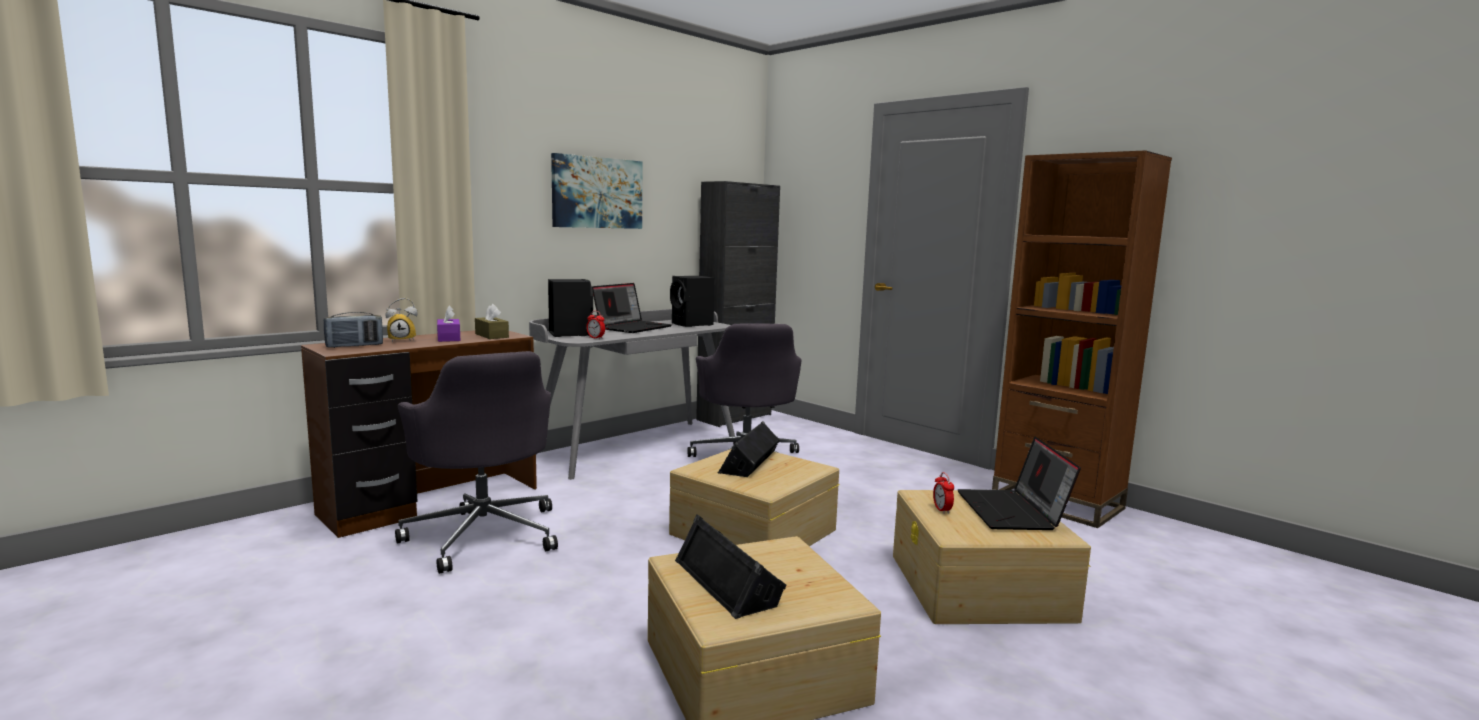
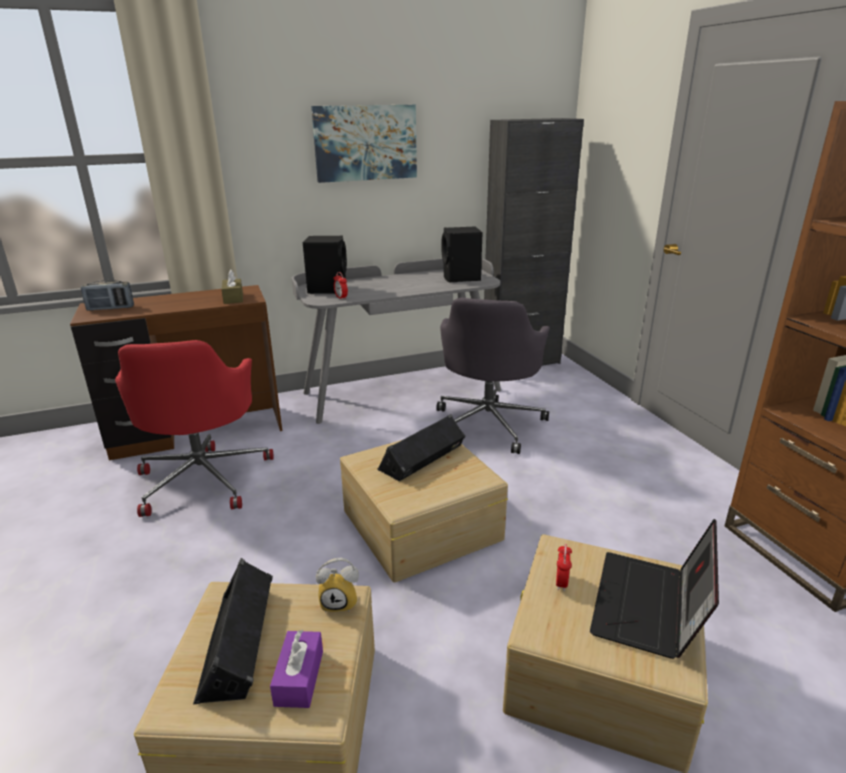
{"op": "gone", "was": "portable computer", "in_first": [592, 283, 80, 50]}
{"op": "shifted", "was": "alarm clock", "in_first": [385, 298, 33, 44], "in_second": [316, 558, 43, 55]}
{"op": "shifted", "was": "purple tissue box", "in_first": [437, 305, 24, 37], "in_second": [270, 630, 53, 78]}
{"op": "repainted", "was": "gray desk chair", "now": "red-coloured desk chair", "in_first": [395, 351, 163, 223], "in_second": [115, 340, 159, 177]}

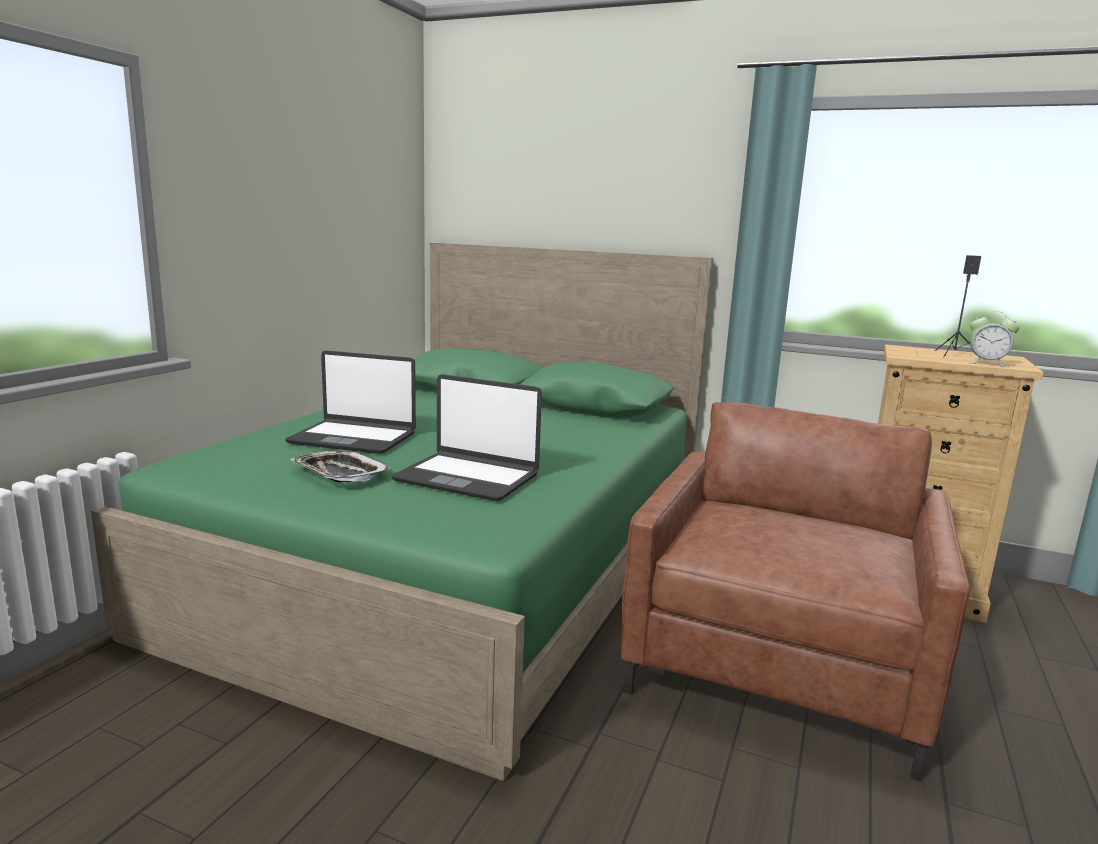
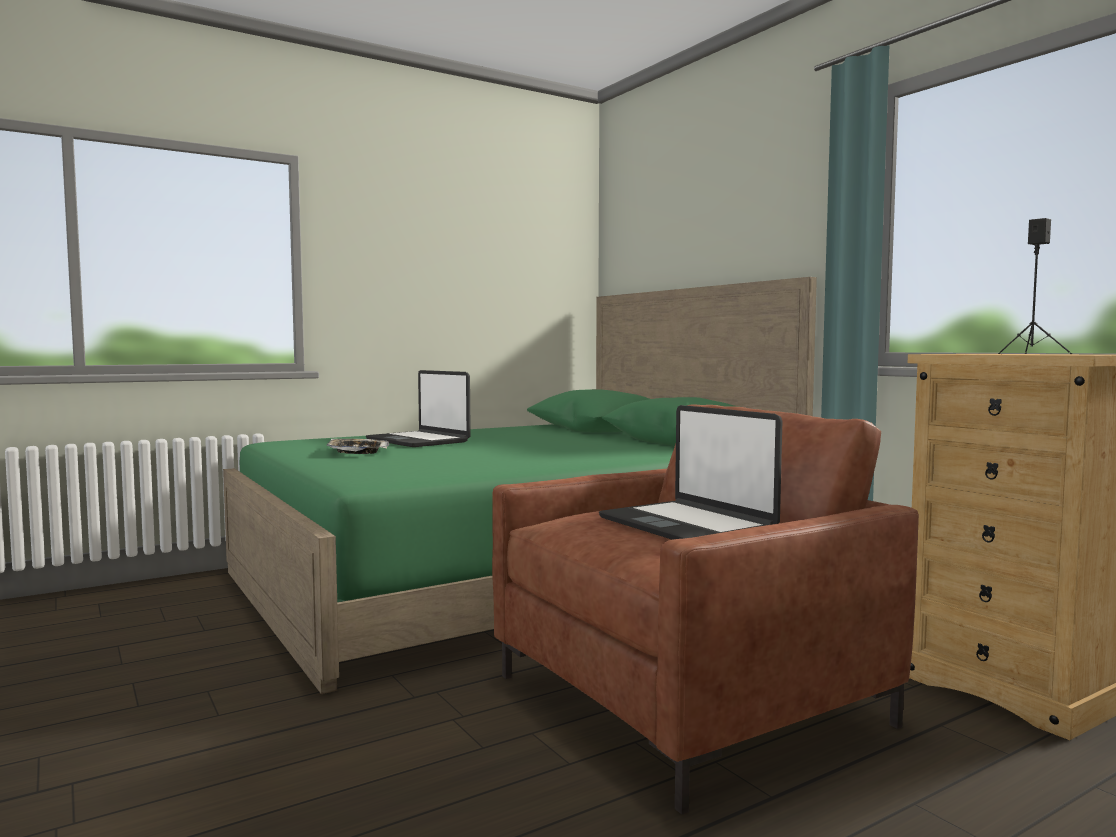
{"op": "gone", "was": "alarm clock", "in_first": [970, 311, 49, 56]}
{"op": "shifted", "was": "portable computer", "in_first": [392, 374, 150, 127], "in_second": [599, 405, 183, 135]}

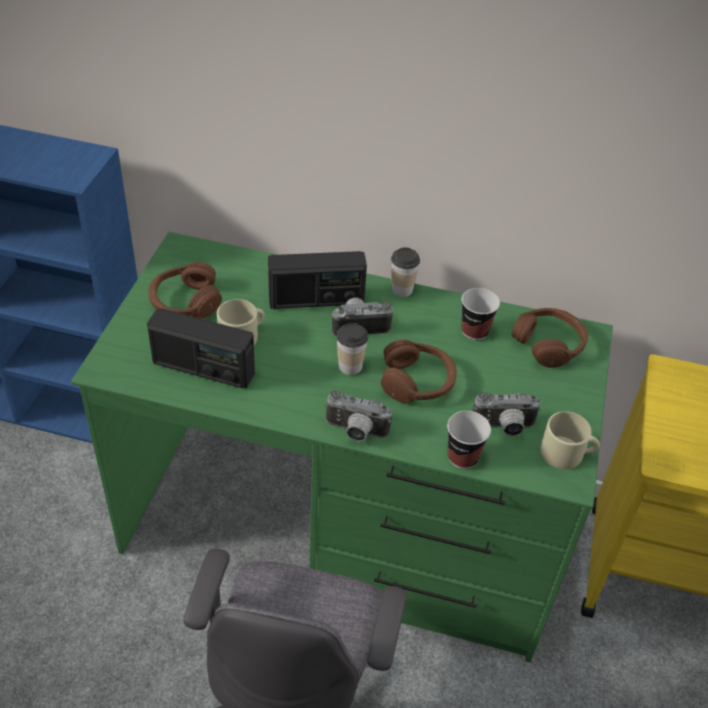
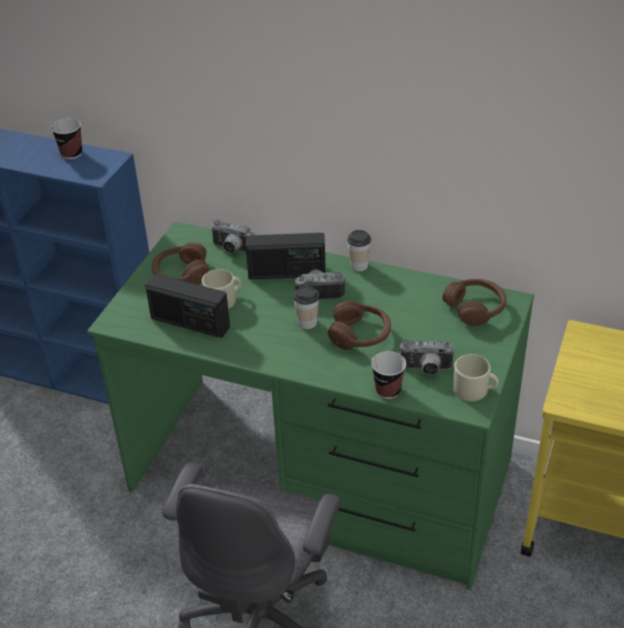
{"op": "shifted", "was": "photo camera", "in_first": [325, 391, 67, 50], "in_second": [210, 220, 45, 33]}
{"op": "shifted", "was": "drinking cup", "in_first": [462, 288, 38, 52], "in_second": [51, 118, 31, 42]}

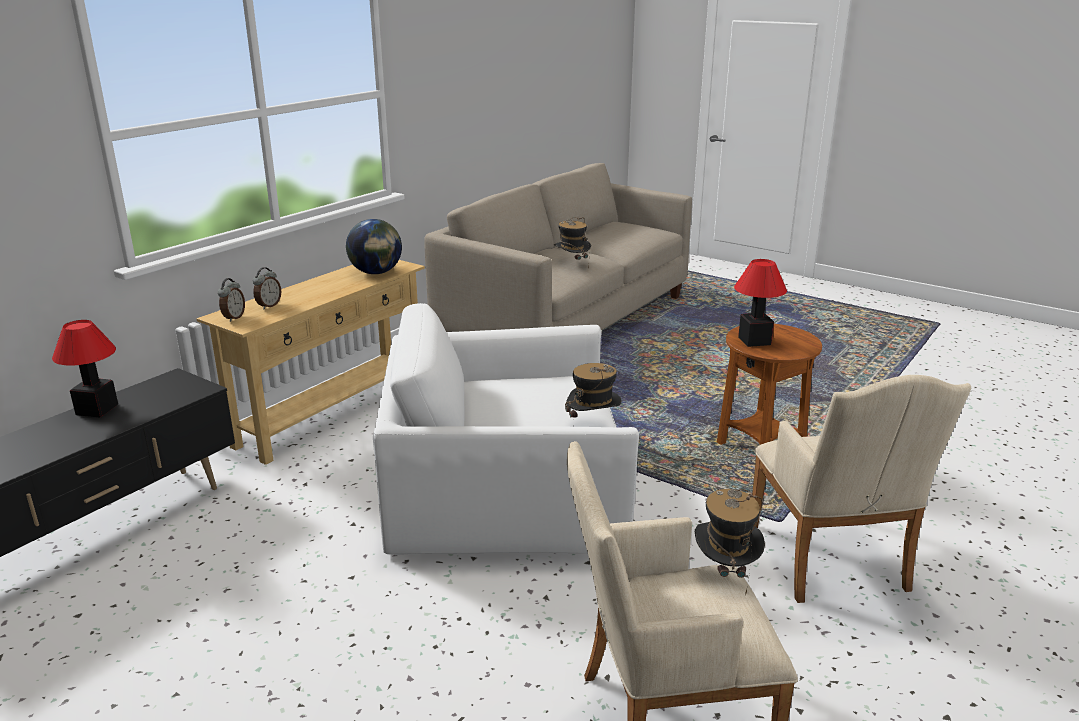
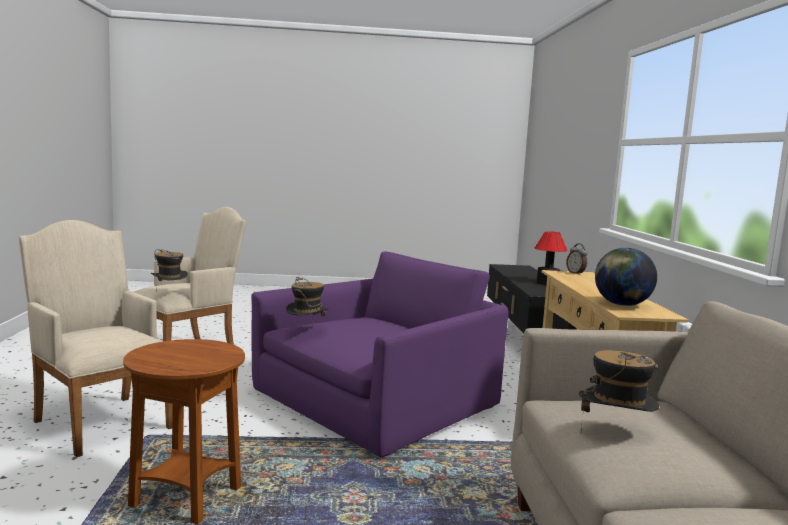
{"op": "gone", "was": "alarm clock", "in_first": [253, 267, 28, 42]}
{"op": "gone", "was": "lamp for a table", "in_first": [734, 259, 53, 88]}
{"op": "repainted", "was": "white easy chair", "now": "purple easy chair", "in_first": [373, 303, 266, 252], "in_second": [251, 251, 258, 206]}

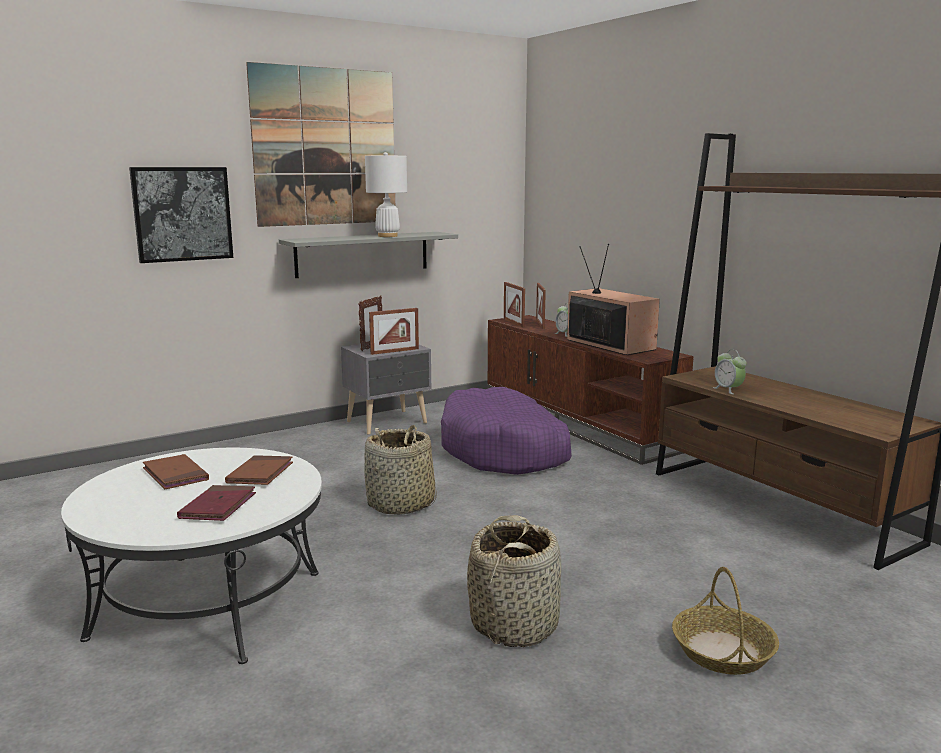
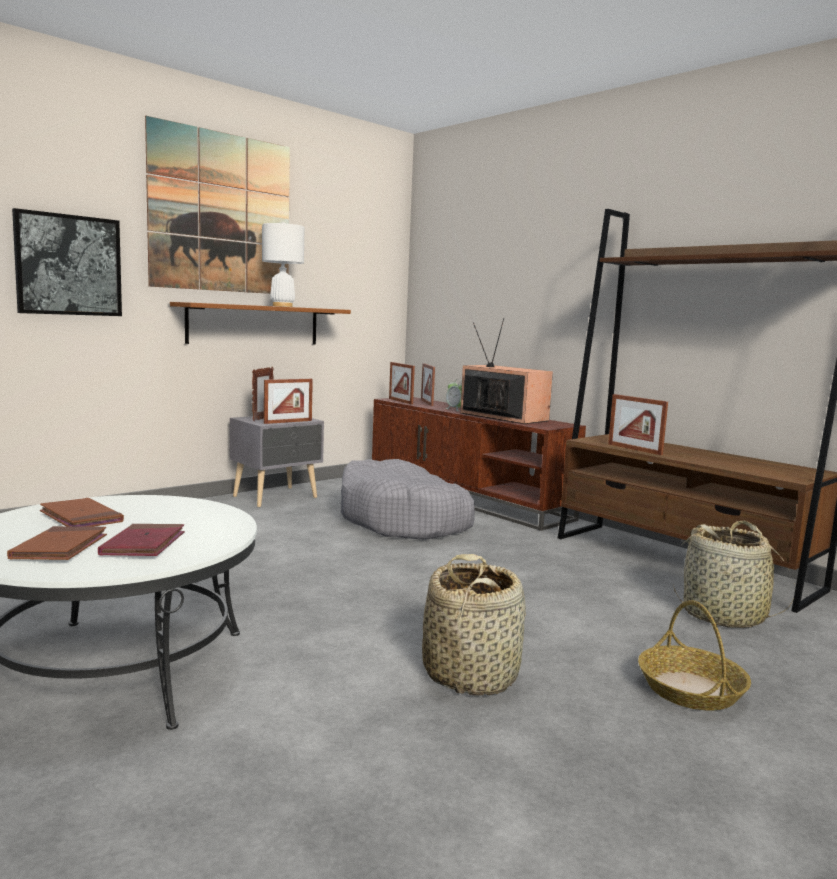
{"op": "shifted", "was": "brownish book", "in_first": [225, 455, 68, 30], "in_second": [7, 526, 100, 34]}
{"op": "shifted", "was": "household basket", "in_first": [364, 425, 73, 90], "in_second": [673, 521, 122, 107]}
{"op": "swapped", "was": "alarm clock", "now": "standing frame", "in_first": [713, 349, 34, 45], "in_second": [608, 394, 60, 61]}
{"op": "repainted", "was": "gray wall shelf", "now": "brownish wall shelf", "in_first": [279, 232, 179, 46], "in_second": [170, 302, 181, 43]}
{"op": "repainted", "was": "purple dog bed", "now": "gray dog bed", "in_first": [441, 387, 131, 88], "in_second": [340, 459, 135, 81]}

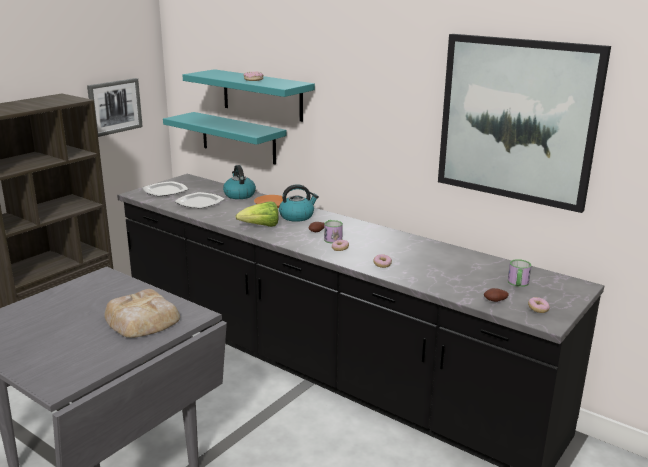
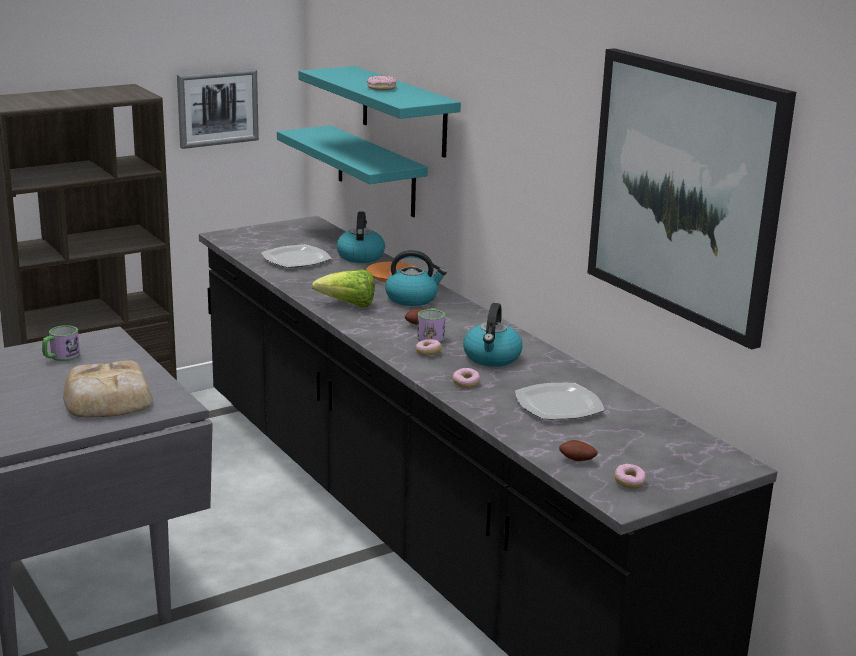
{"op": "new", "now": "tea kettle", "in_second": [463, 303, 59, 64]}
{"op": "shifted", "was": "dinner plate", "in_first": [143, 181, 45, 15], "in_second": [515, 383, 90, 36]}
{"op": "shifted", "was": "mug", "in_first": [508, 259, 24, 28], "in_second": [42, 325, 38, 36]}

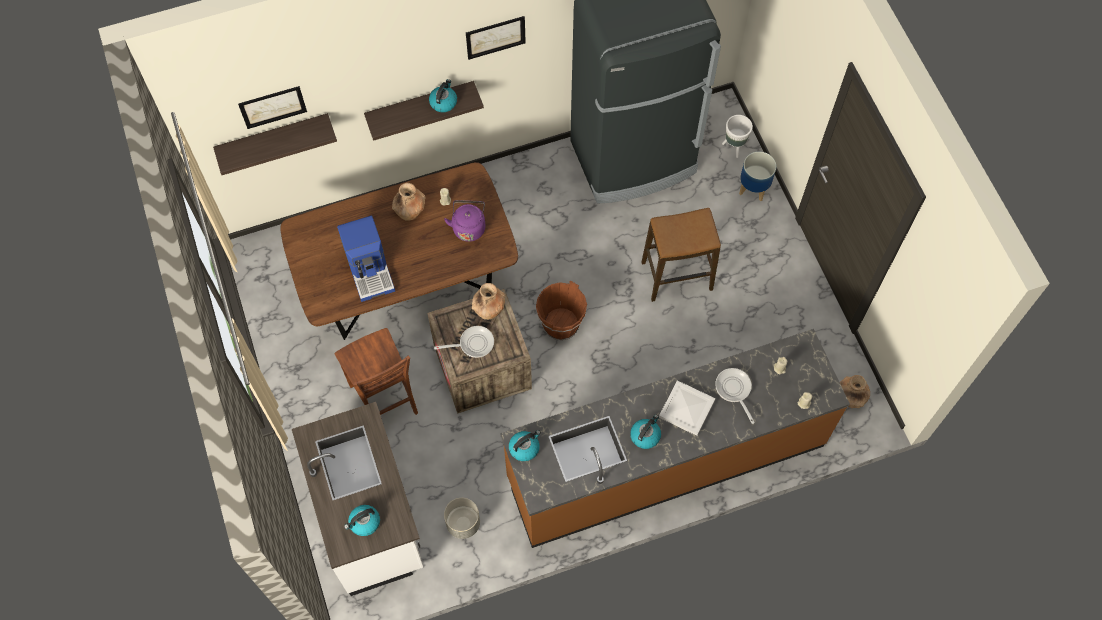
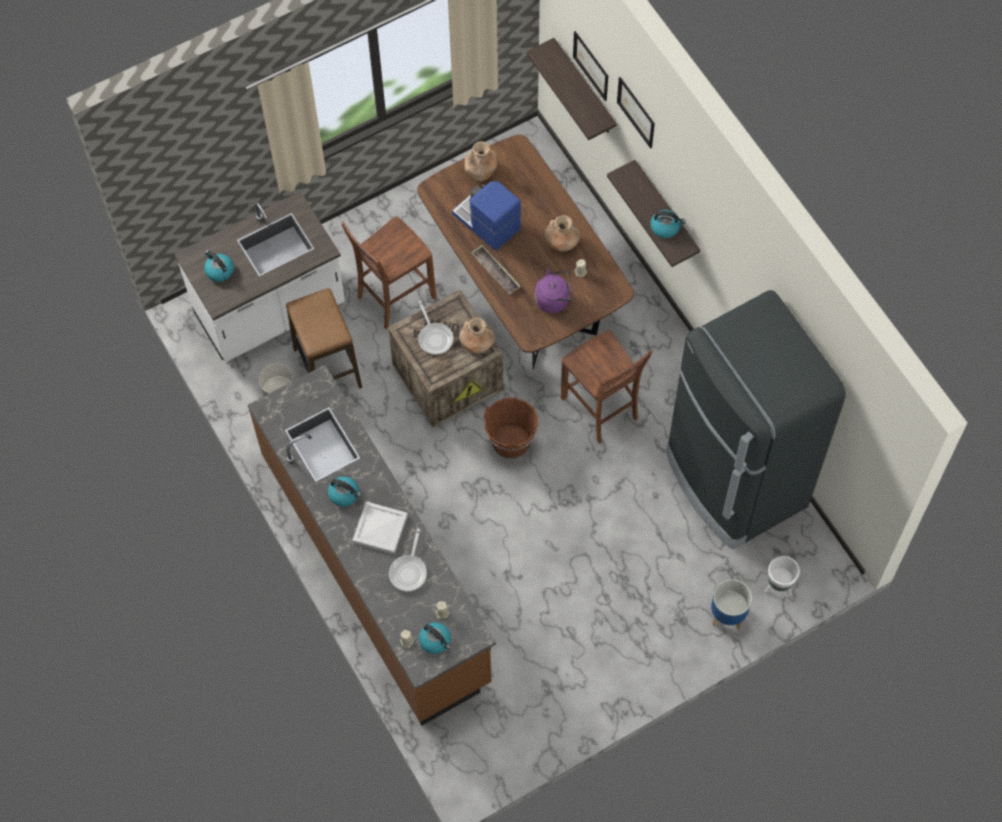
{"op": "new", "now": "tray", "in_second": [471, 245, 50, 49]}
{"op": "new", "now": "brownish upright chair", "in_second": [561, 330, 92, 113]}
{"op": "shifted", "was": "picture", "in_first": [466, 16, 60, 44], "in_second": [617, 77, 38, 72]}
{"op": "shifted", "was": "tea kettle", "in_first": [509, 430, 32, 31], "in_second": [419, 622, 32, 32]}
{"op": "shifted", "was": "stool seat", "in_first": [642, 208, 79, 94], "in_second": [286, 288, 76, 101]}
{"op": "shifted", "was": "brownish vase", "in_first": [840, 375, 30, 33], "in_second": [465, 141, 32, 40]}
{"op": "rotated", "was": "coffee maker", "in_first": [337, 216, 58, 86], "in_second": [452, 181, 69, 70], "clockwise": 75}
{"op": "rotated", "was": "frying pan", "in_first": [715, 368, 40, 56], "in_second": [389, 528, 38, 64], "clockwise": 135}

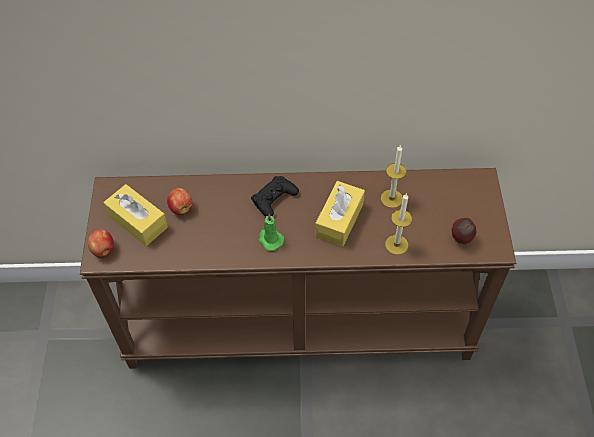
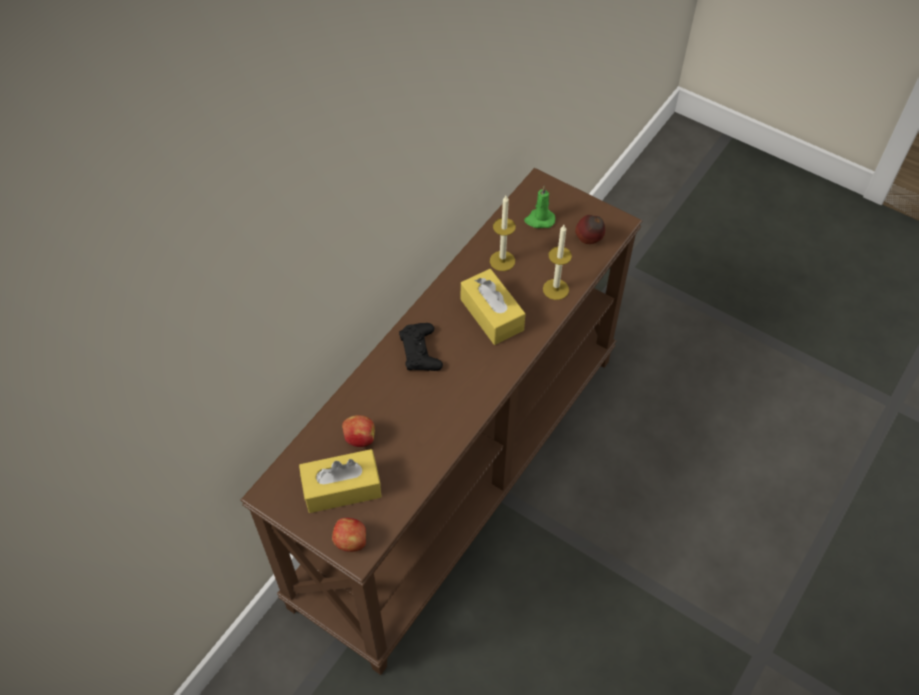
{"op": "shifted", "was": "green wax light", "in_first": [259, 214, 25, 37], "in_second": [524, 186, 31, 42]}

